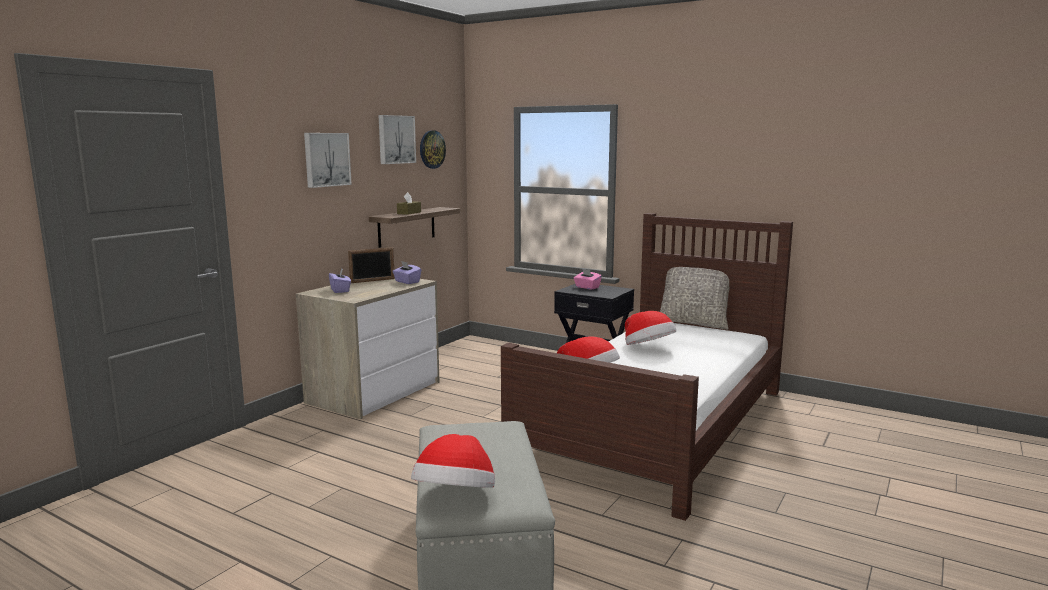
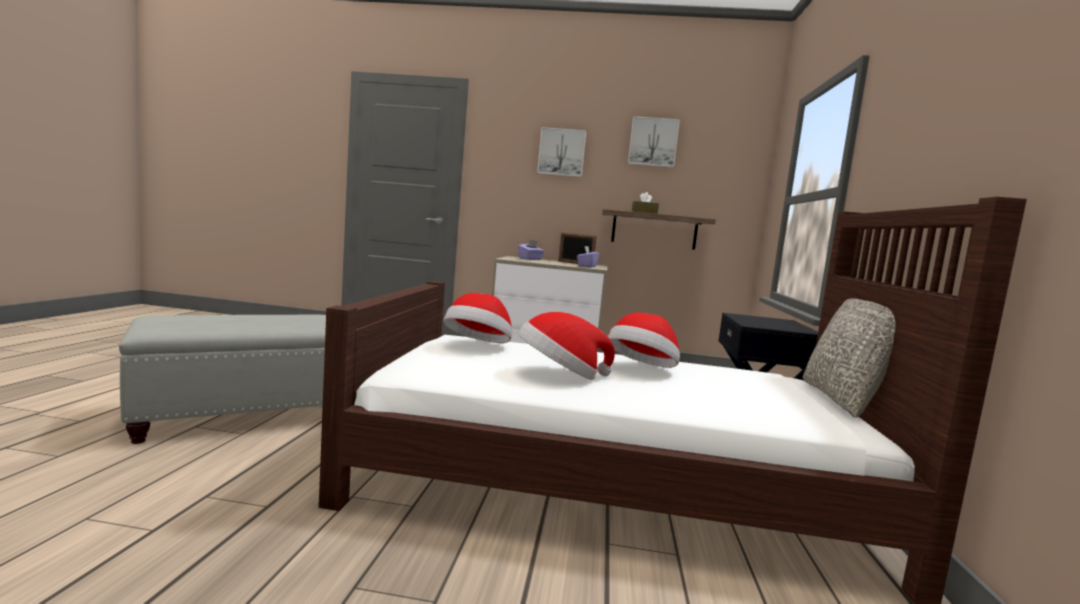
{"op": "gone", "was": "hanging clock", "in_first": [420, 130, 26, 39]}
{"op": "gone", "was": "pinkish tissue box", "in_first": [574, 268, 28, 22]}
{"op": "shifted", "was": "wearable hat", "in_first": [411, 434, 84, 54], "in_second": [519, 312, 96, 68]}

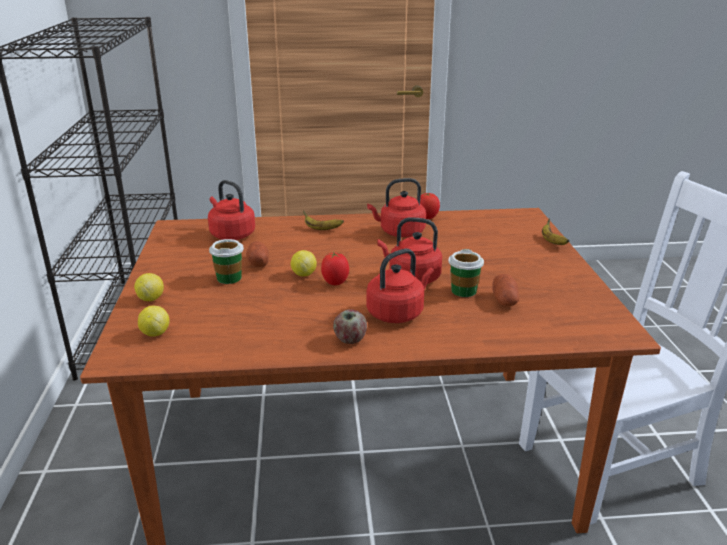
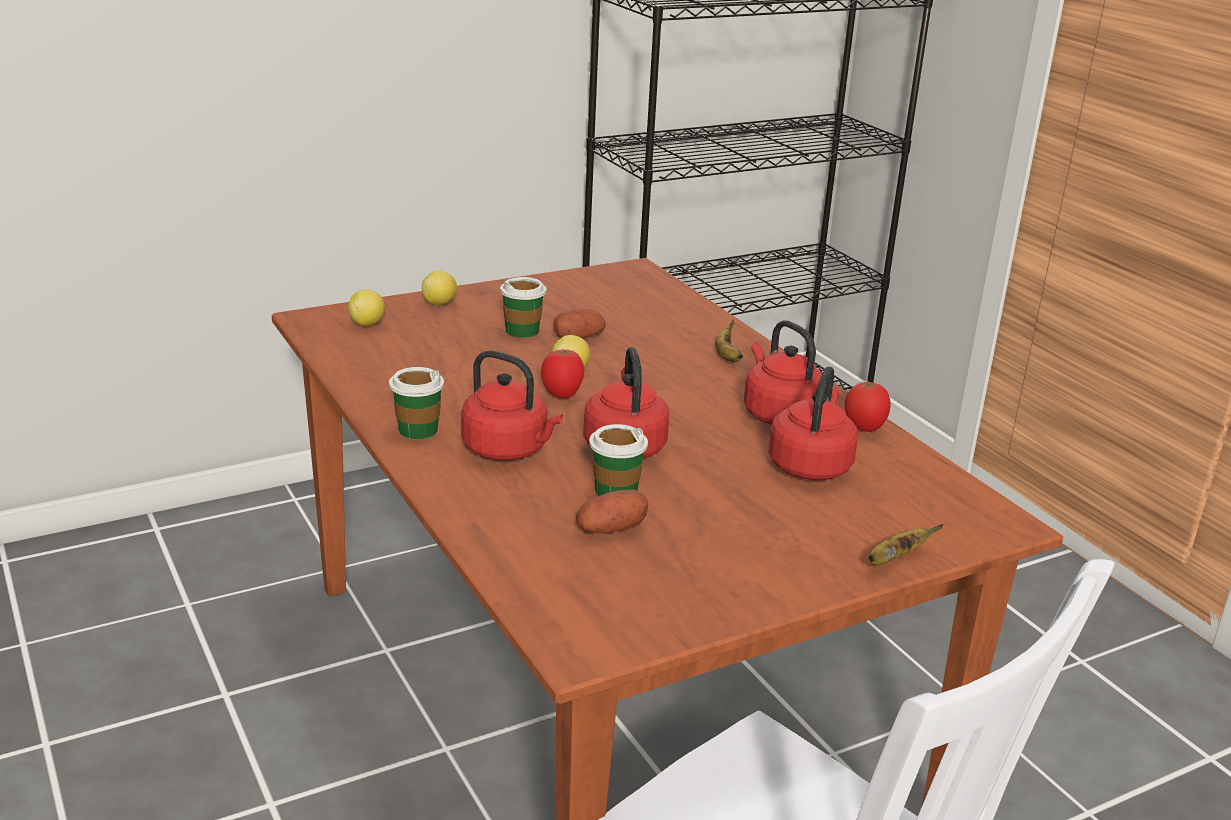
{"op": "shifted", "was": "red-coloured tea kettle", "in_first": [208, 180, 47, 60], "in_second": [769, 367, 89, 113]}
{"op": "swapped", "was": "apple", "now": "drinking cup", "in_first": [333, 309, 34, 35], "in_second": [389, 367, 55, 72]}

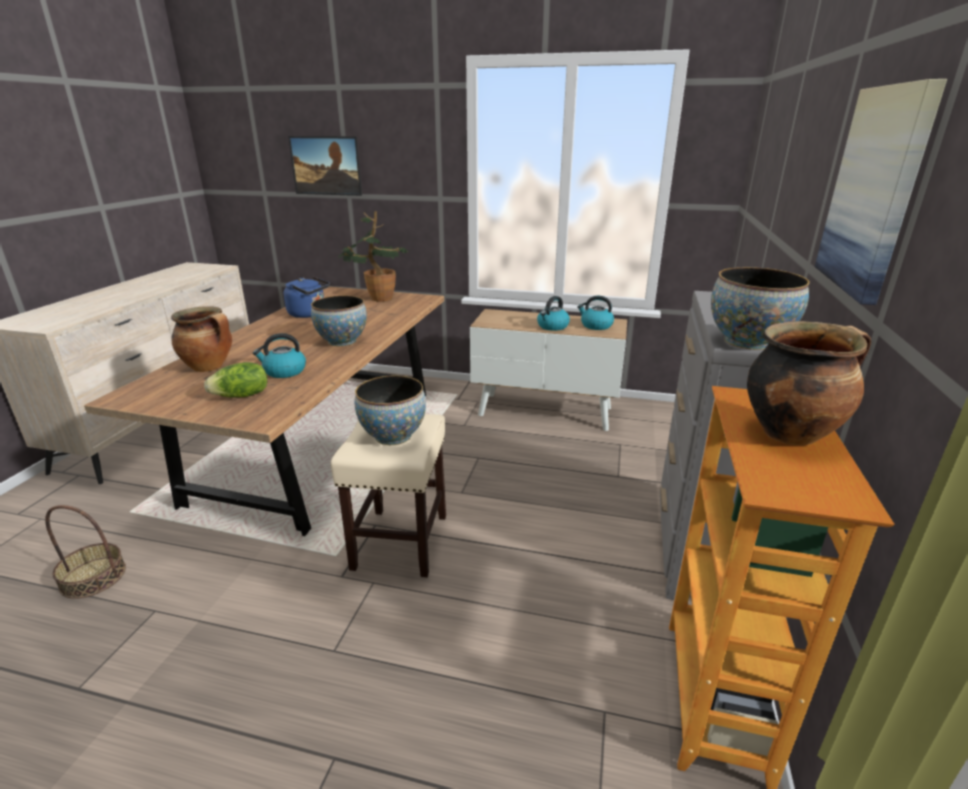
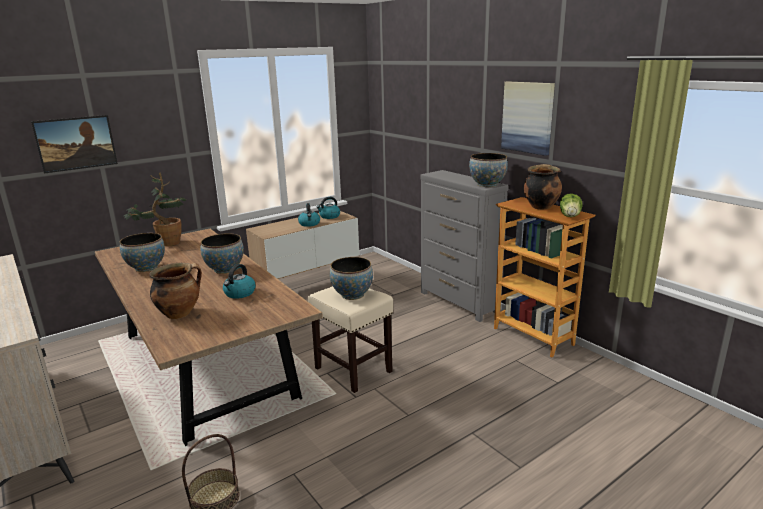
{"op": "shifted", "was": "lettuce head", "in_first": [204, 362, 63, 36], "in_second": [560, 193, 23, 24]}
{"op": "swapped", "was": "blue-coloured tea kettle", "now": "serving bowl", "in_first": [284, 276, 46, 42], "in_second": [120, 233, 45, 39]}

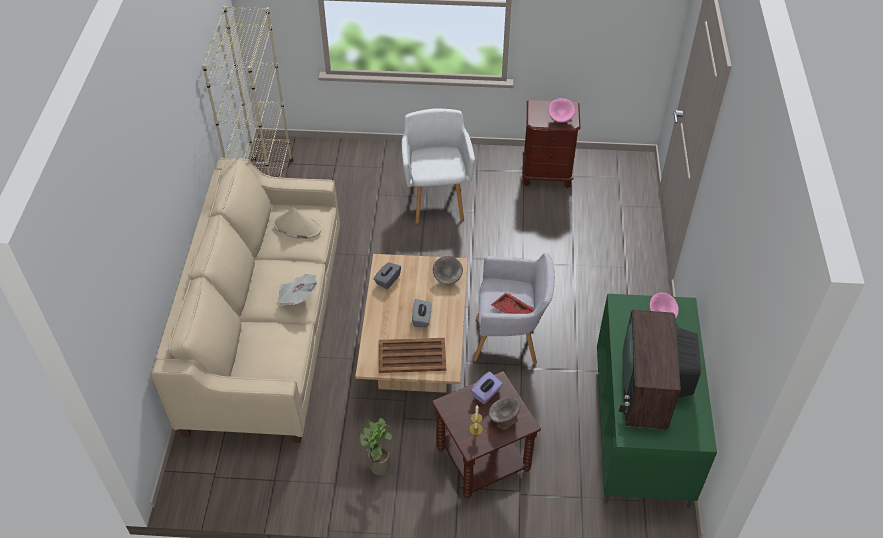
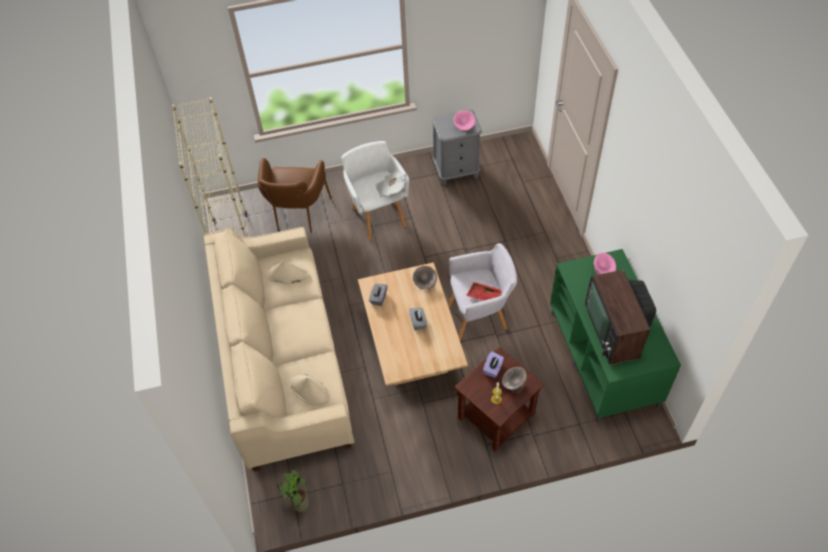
{"op": "gone", "was": "brownish tray", "in_first": [379, 338, 67, 35]}
{"op": "new", "now": "brownish easy chair", "in_second": [258, 158, 74, 75]}
{"op": "new", "now": "beige wearable hat", "in_second": [290, 373, 40, 33]}
{"op": "shifted", "was": "newspaper", "in_first": [277, 274, 40, 31], "in_second": [376, 171, 32, 27]}
{"op": "shifted", "was": "houseplant", "in_first": [358, 417, 35, 58], "in_second": [277, 468, 32, 44]}
{"op": "repainted", "was": "brownish nightstand", "now": "gray nightstand", "in_first": [522, 100, 59, 88], "in_second": [431, 109, 51, 77]}

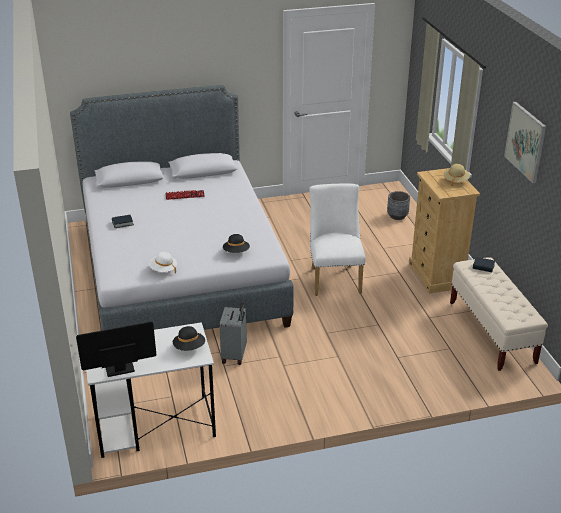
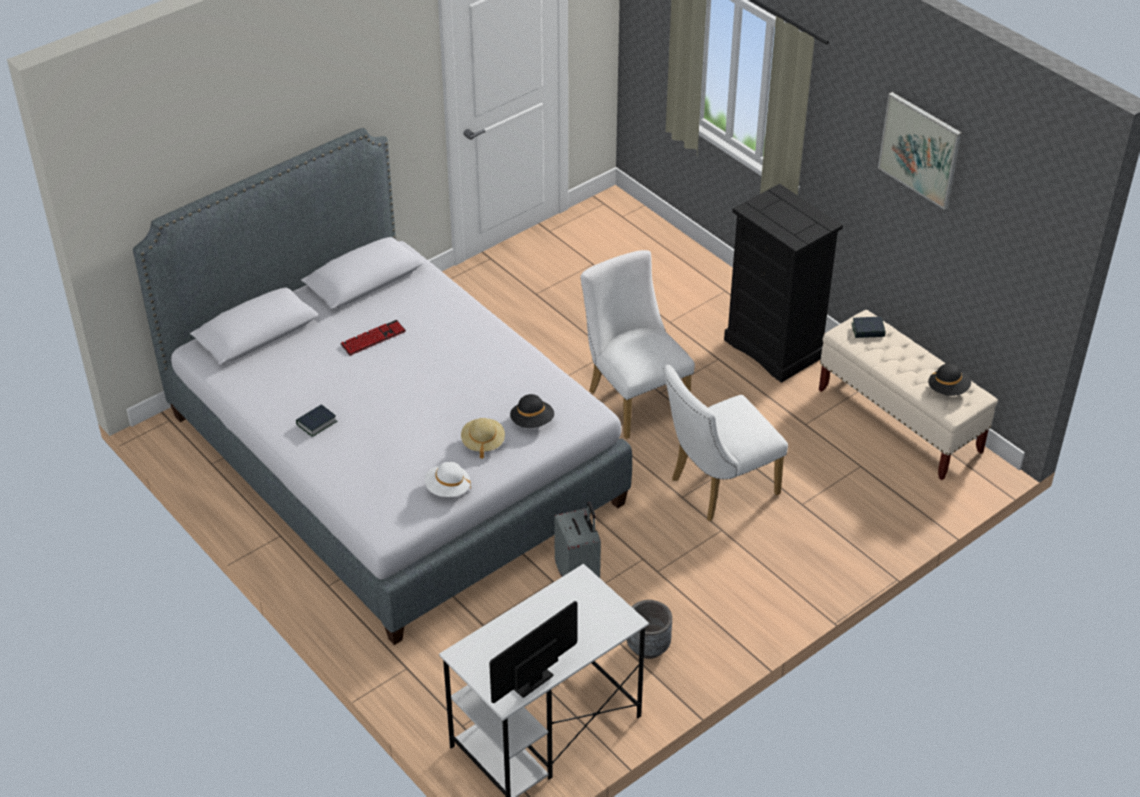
{"op": "new", "now": "white upright chair", "in_second": [664, 365, 124, 156]}
{"op": "shifted", "was": "black-coloured wearable hat", "in_first": [173, 326, 32, 25], "in_second": [928, 363, 43, 33]}
{"op": "shifted", "was": "gray flower pot", "in_first": [387, 191, 23, 29], "in_second": [627, 600, 45, 59]}
{"op": "shifted", "was": "beige wearable hat", "in_first": [444, 164, 26, 23], "in_second": [461, 418, 44, 41]}
{"op": "repainted", "was": "beige dresser", "now": "black-coloured dresser", "in_first": [409, 168, 71, 126], "in_second": [724, 184, 119, 199]}

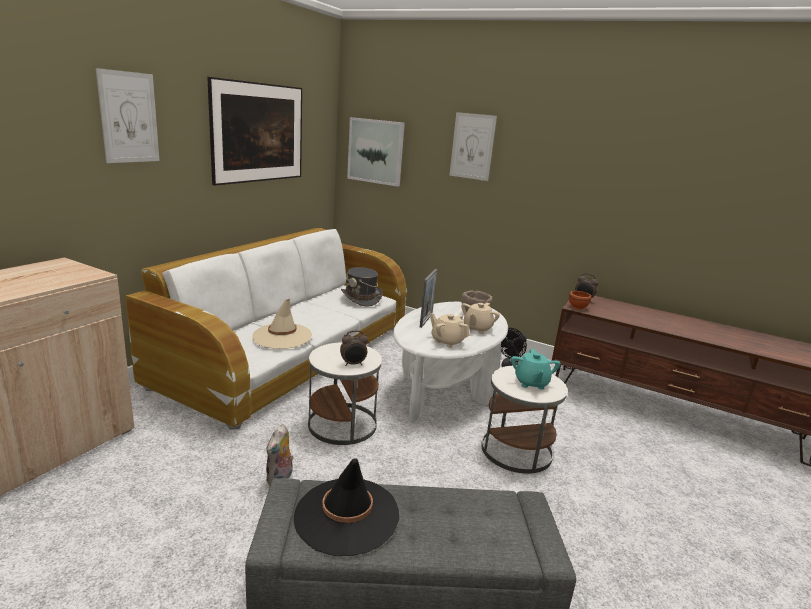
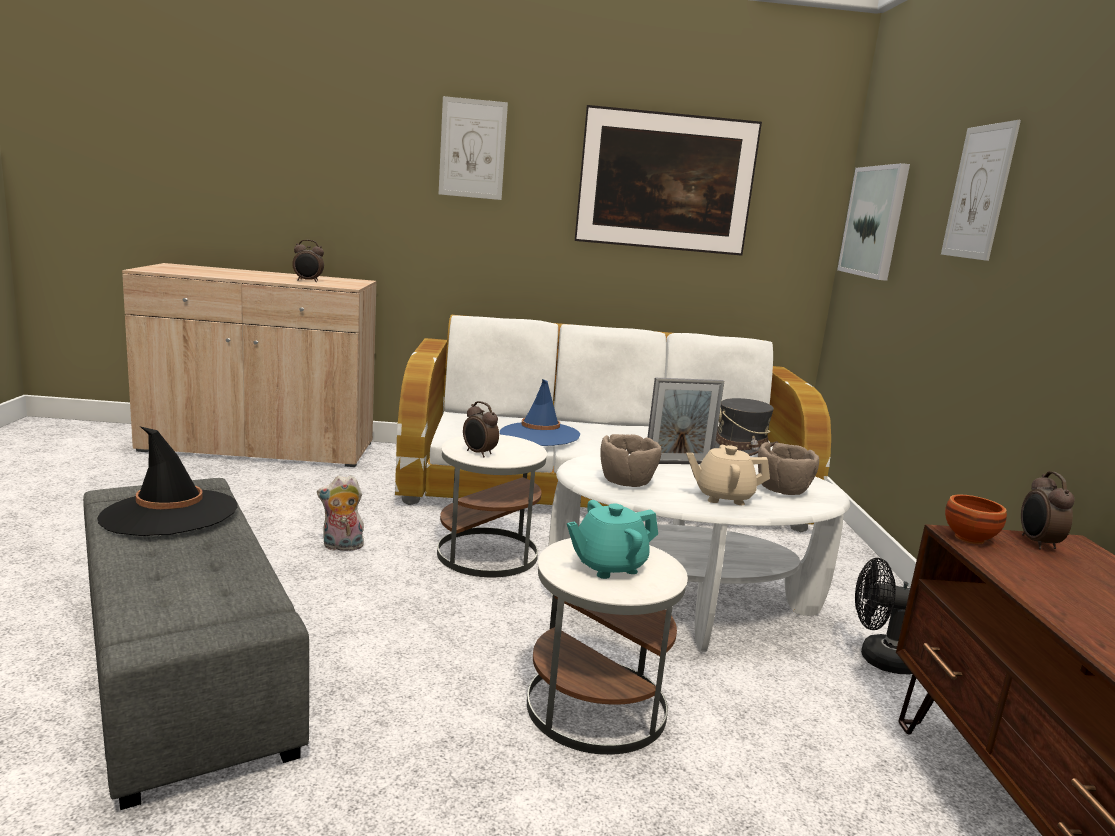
{"op": "new", "now": "alarm clock", "in_second": [292, 240, 32, 42]}
{"op": "swapped", "was": "beige pot for tea", "now": "brownish serving bowl", "in_first": [430, 313, 40, 35], "in_second": [600, 434, 61, 53]}
{"op": "repainted", "was": "beige wearable hat", "now": "blue-coloured wearable hat", "in_first": [252, 298, 60, 51], "in_second": [499, 379, 81, 67]}

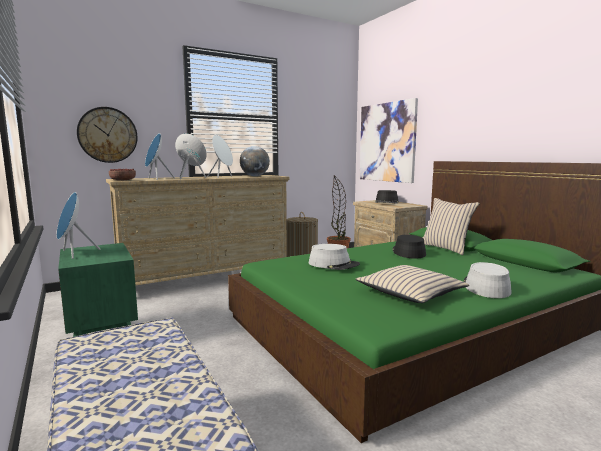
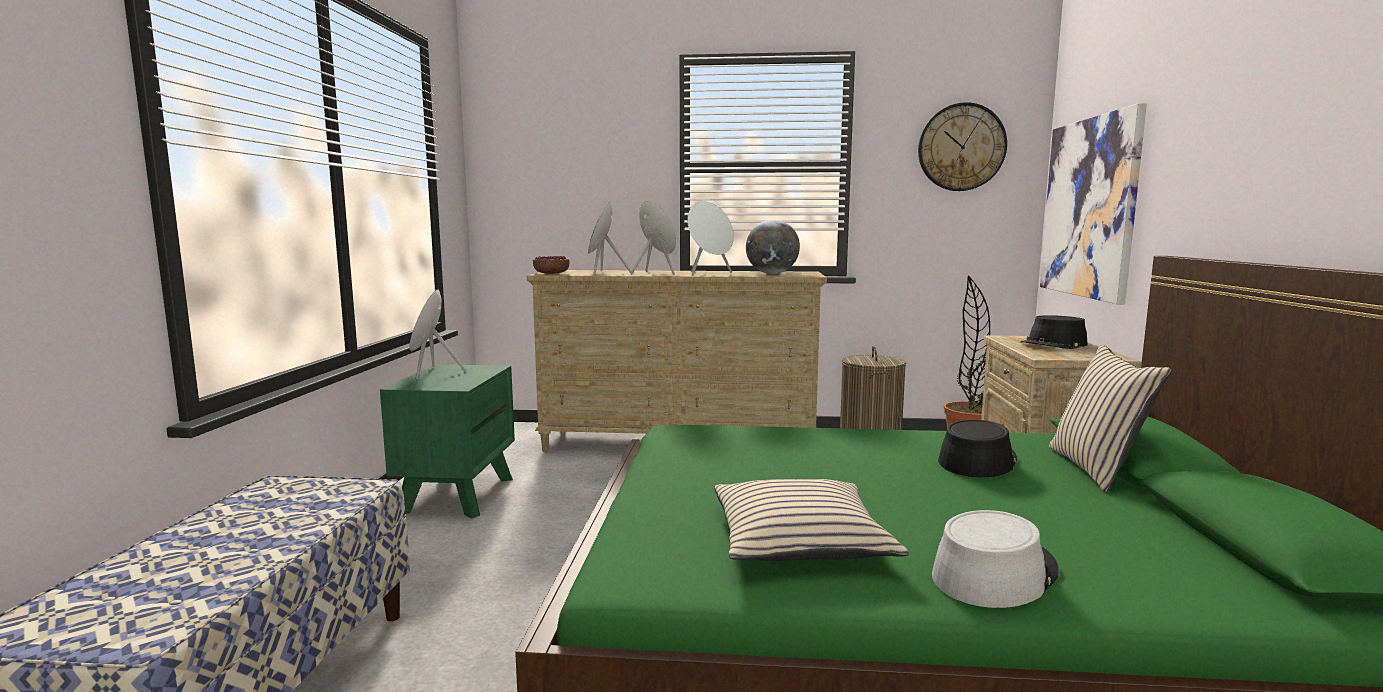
{"op": "gone", "was": "gray wearable hat", "in_first": [309, 244, 51, 26]}
{"op": "shifted", "was": "hanging clock", "in_first": [77, 107, 61, 56], "in_second": [918, 102, 89, 89]}

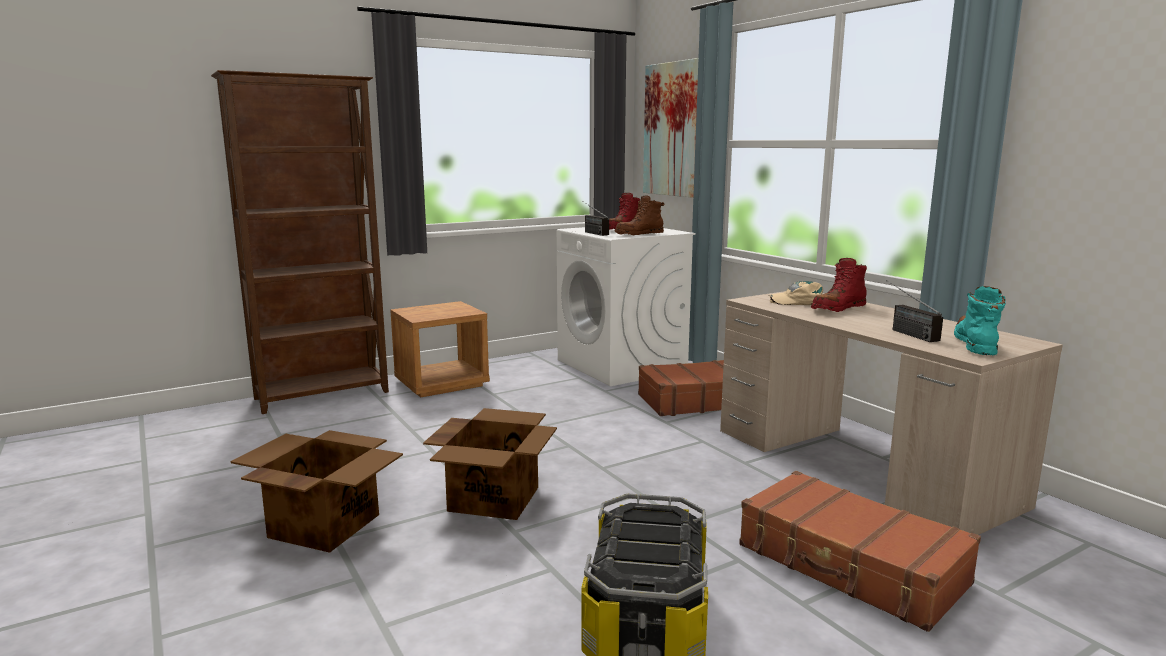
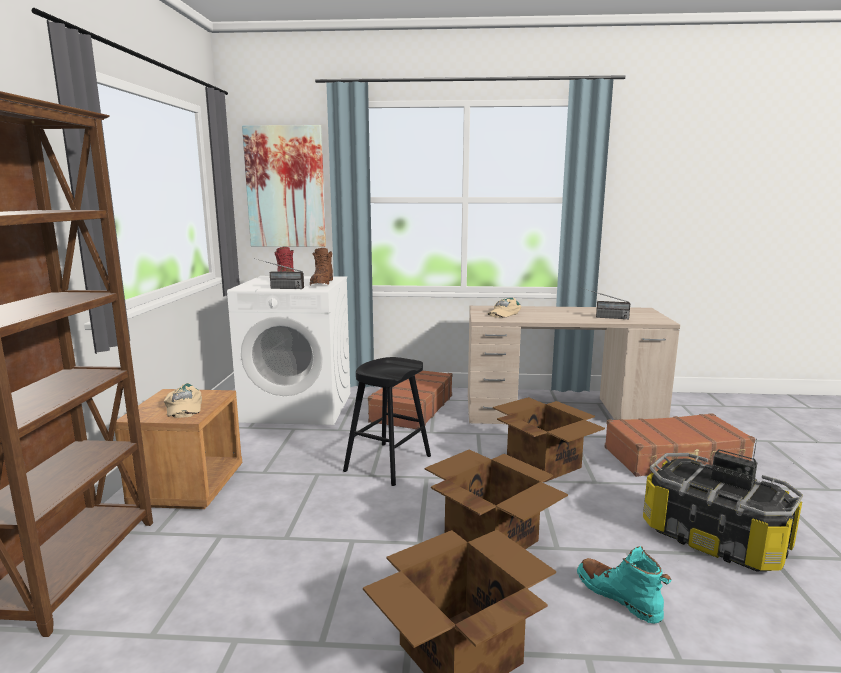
{"op": "gone", "was": "red-coloured high-top boot", "in_first": [811, 258, 56, 54]}
{"op": "new", "now": "beige peaked cap", "in_second": [164, 383, 38, 35]}
{"op": "new", "now": "black-coloured stool seat", "in_second": [343, 357, 88, 129]}
{"op": "new", "now": "carton", "in_second": [493, 397, 112, 85]}
{"op": "new", "now": "radio set", "in_second": [711, 438, 46, 53]}
{"op": "shifted", "was": "blue-green high-top boot", "in_first": [954, 286, 52, 69], "in_second": [577, 546, 95, 78]}

